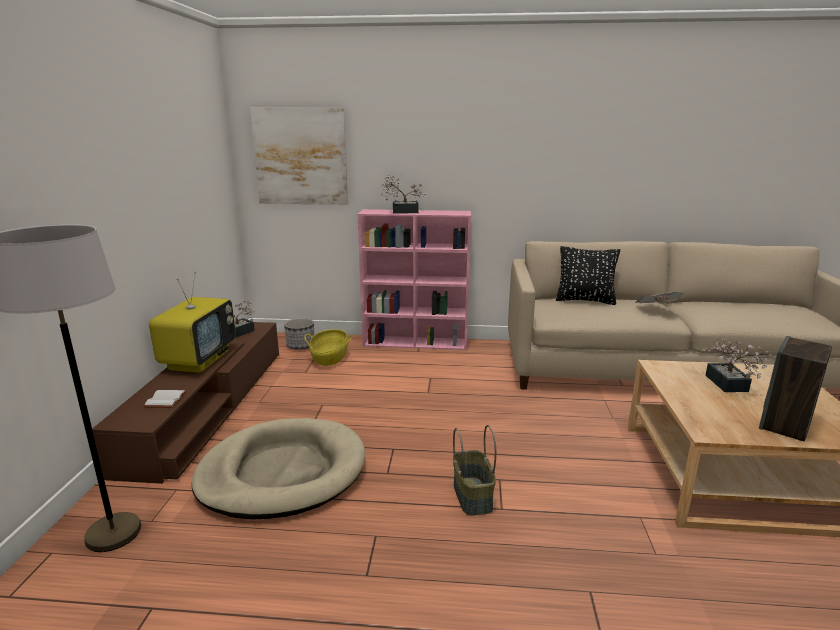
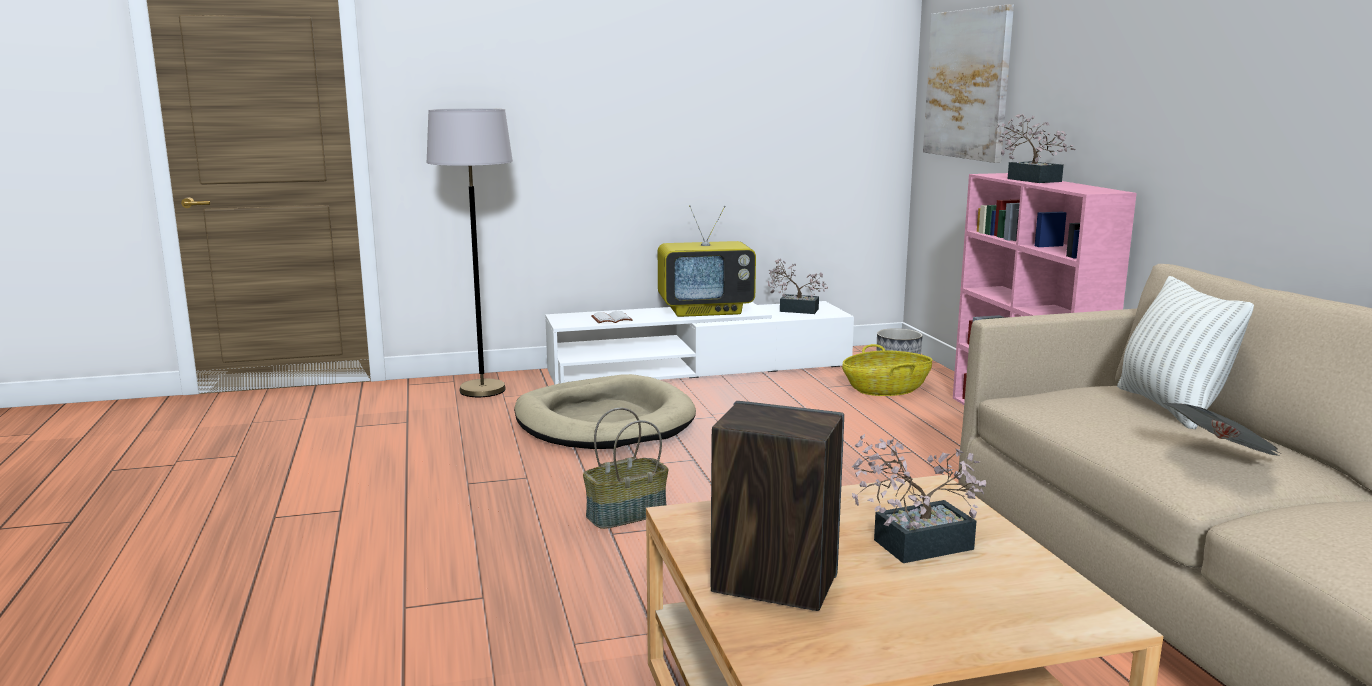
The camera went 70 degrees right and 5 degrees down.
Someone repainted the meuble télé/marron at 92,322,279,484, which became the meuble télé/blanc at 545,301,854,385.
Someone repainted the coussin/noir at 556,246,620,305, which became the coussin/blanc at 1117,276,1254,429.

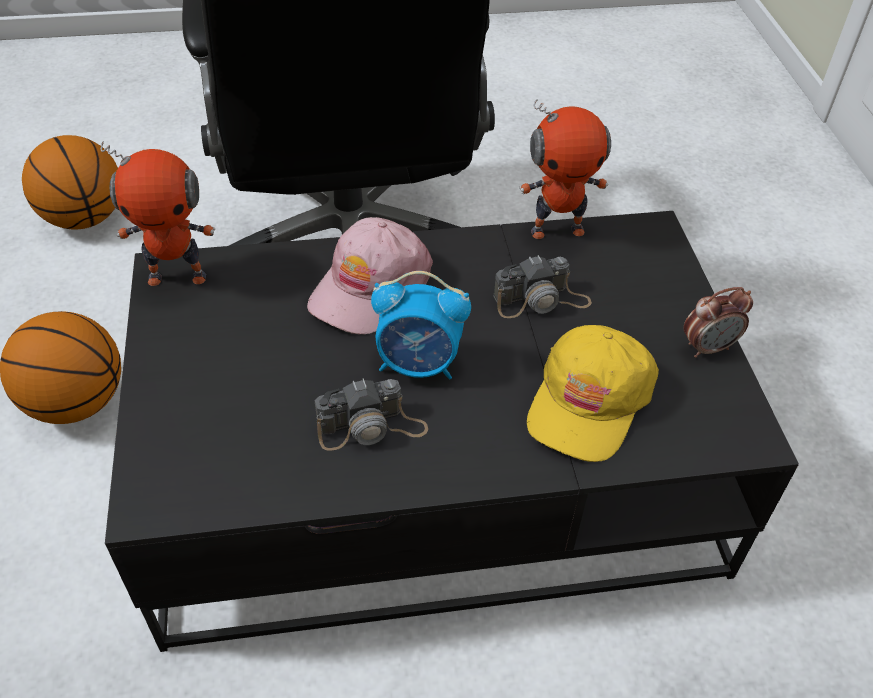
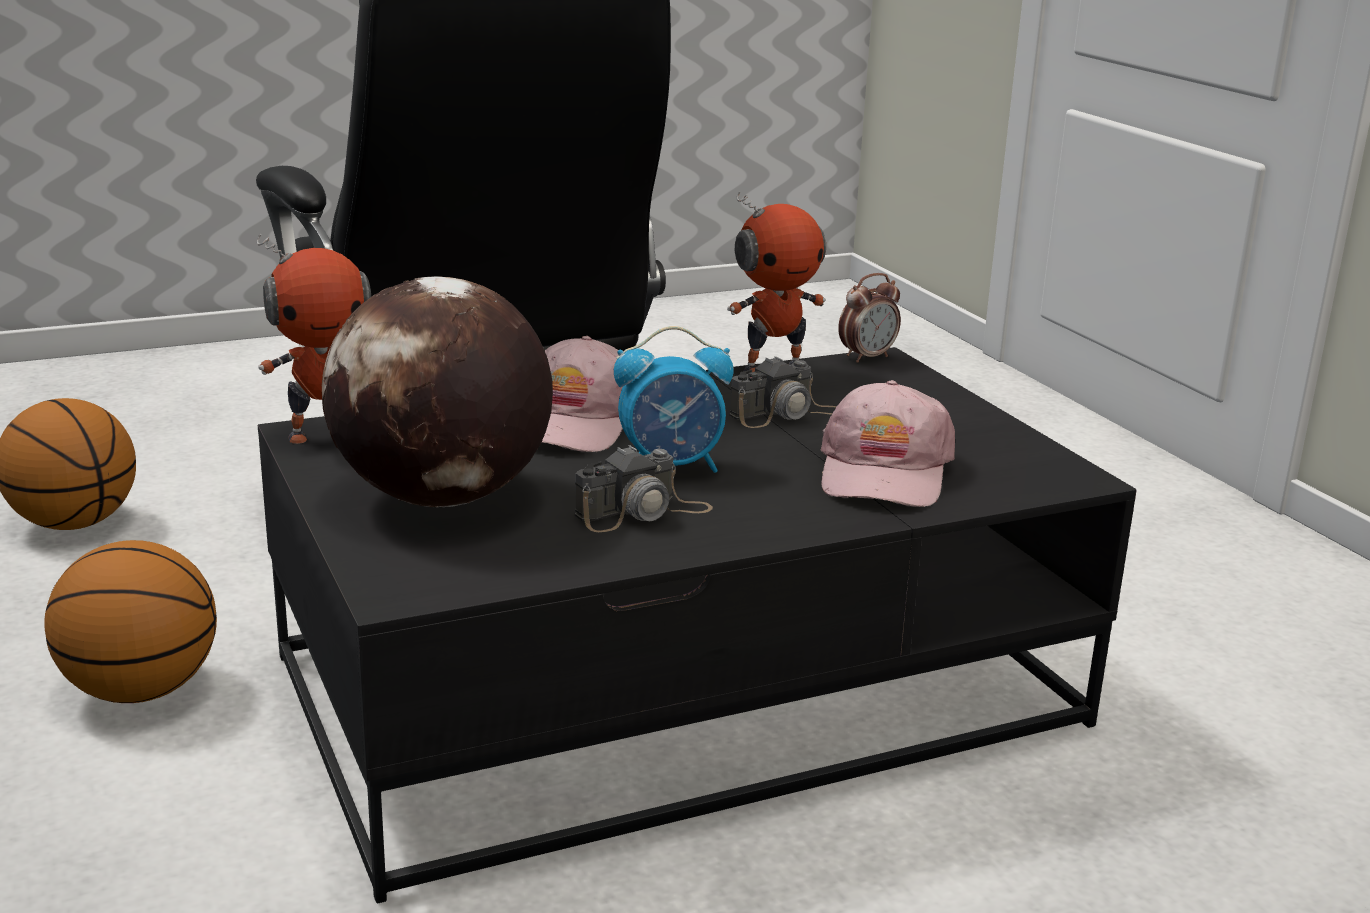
The camera went 15 degrees left and 25 degrees down.
Someone repainted the casquette/jaune at 527,325,659,462, which became the casquette/rose at 821,380,955,507.
Someone carried the réveil from 684,287,753,358 to 838,273,901,363.
Someone put down the globe at 322,276,553,507.

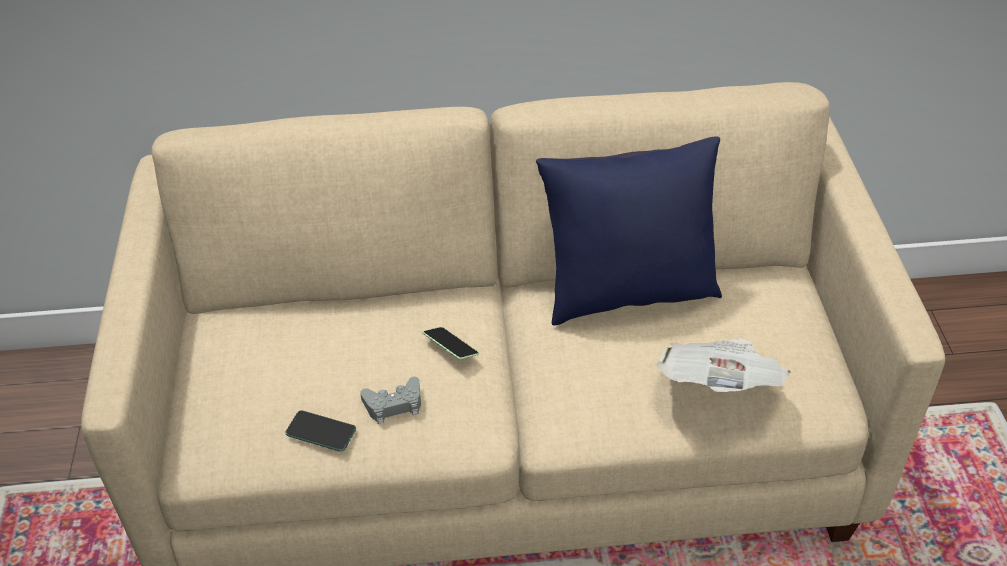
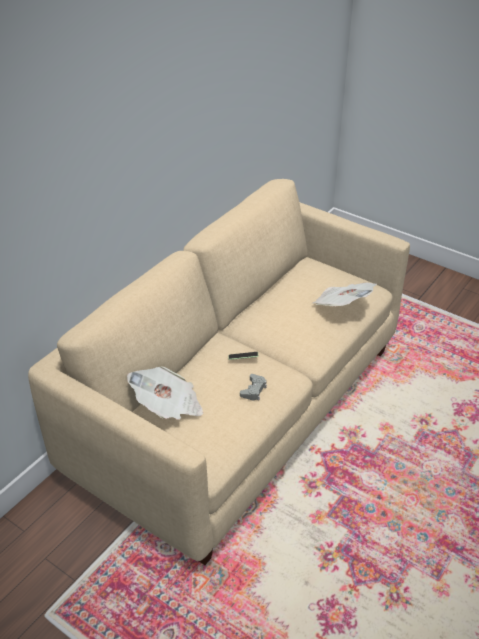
The camera went 50 degrees left and 5 degrees down.
Someone took away the téléphone at 285,410,356,452.
Someone took away the coussin/bleu at 536,137,722,326.
Someone put down the journal at 127,366,204,420.

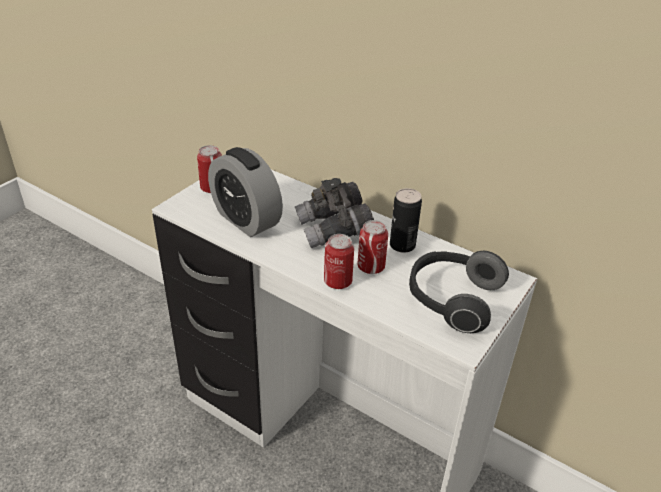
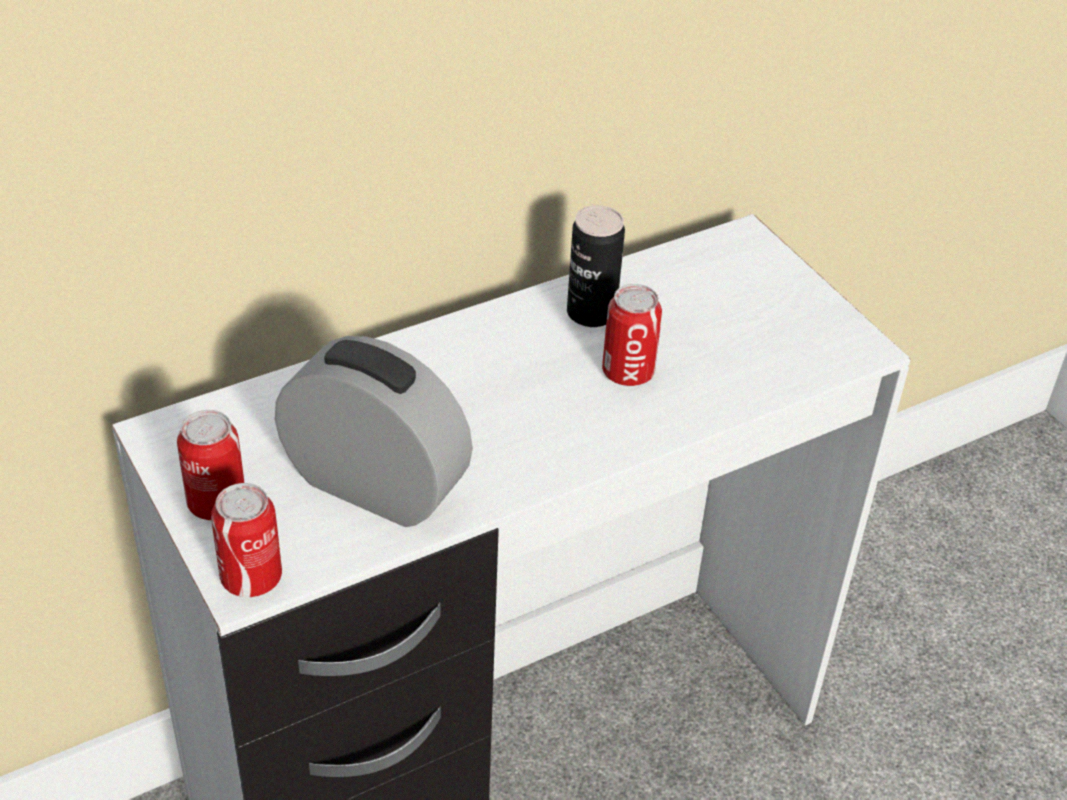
The camera went 65 degrees left and 5 degrees up.
Someone rotated the réveil at 208,147,283,237 by 135 degrees counterclockwise.
Someone took away the jumelles/gris at 295,178,374,248.
Someone carried the boîte métallique from 324,234,354,289 to 211,483,282,597.
Someone took away the casque audio at 409,251,509,333.

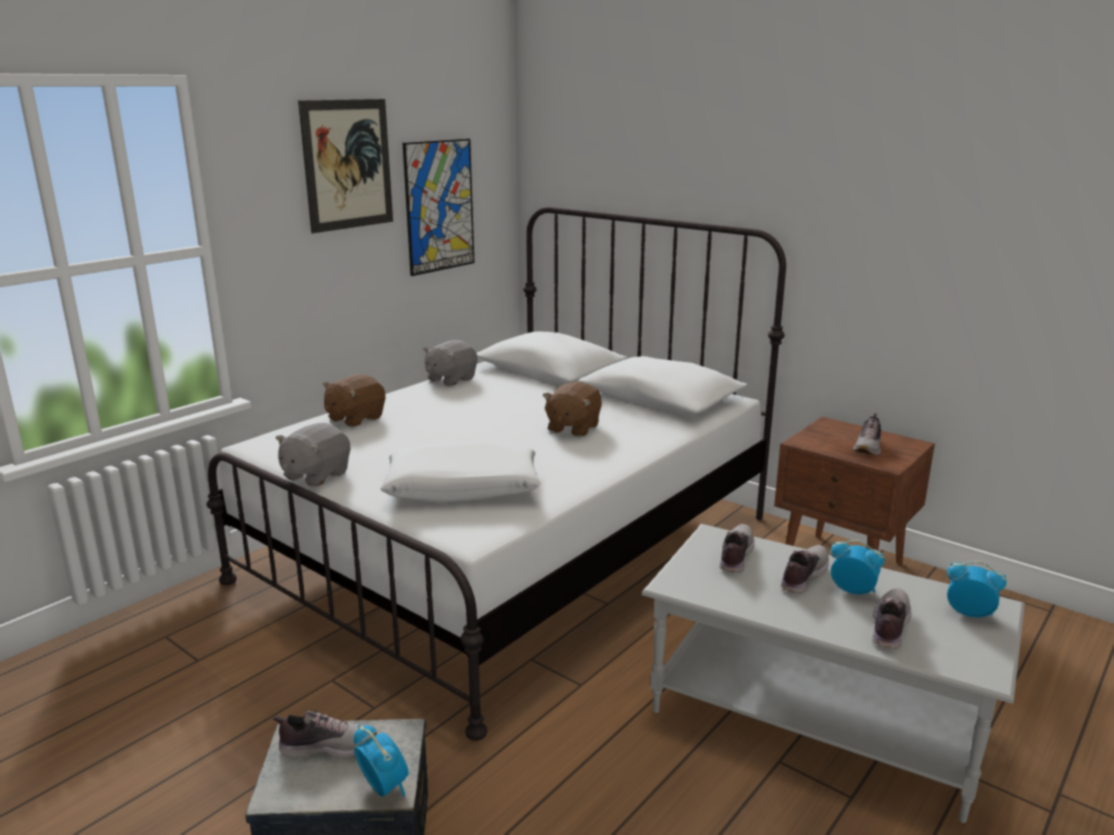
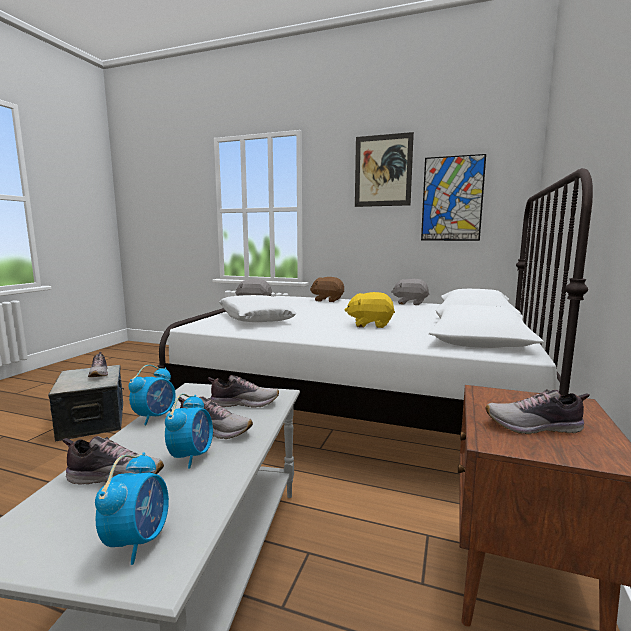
The camera went 70 degrees right and 10 degrees down.
Someone carried the réveil from 354,725,409,797 to 129,365,176,425.
Someone repainted the peluche/marron at 542,382,602,437, which became the peluche/jaune at 345,292,395,328.

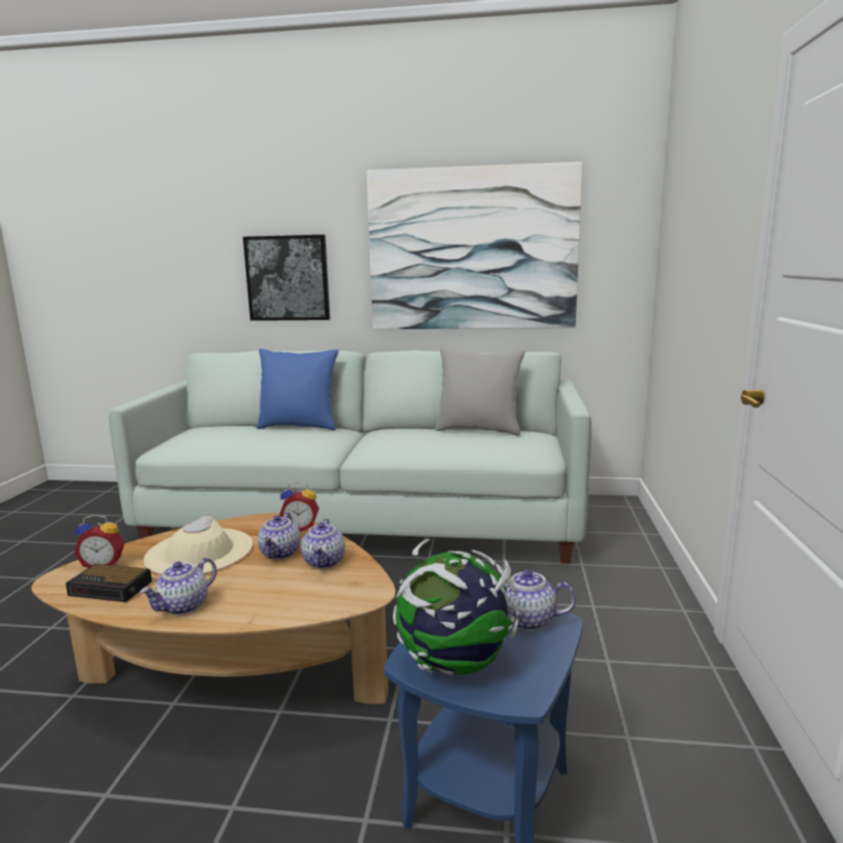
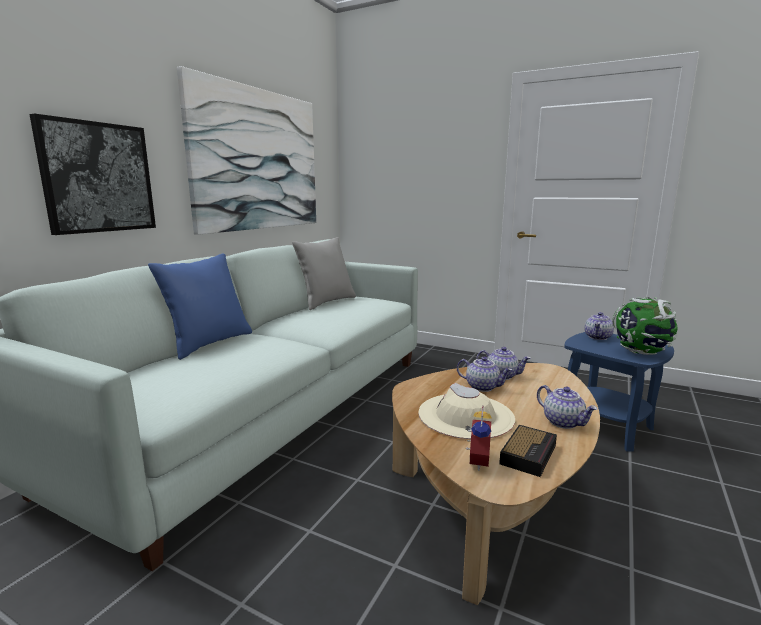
The camera went 70 degrees left and 0 degrees up.
Someone took away the réveil at 279,482,319,532.

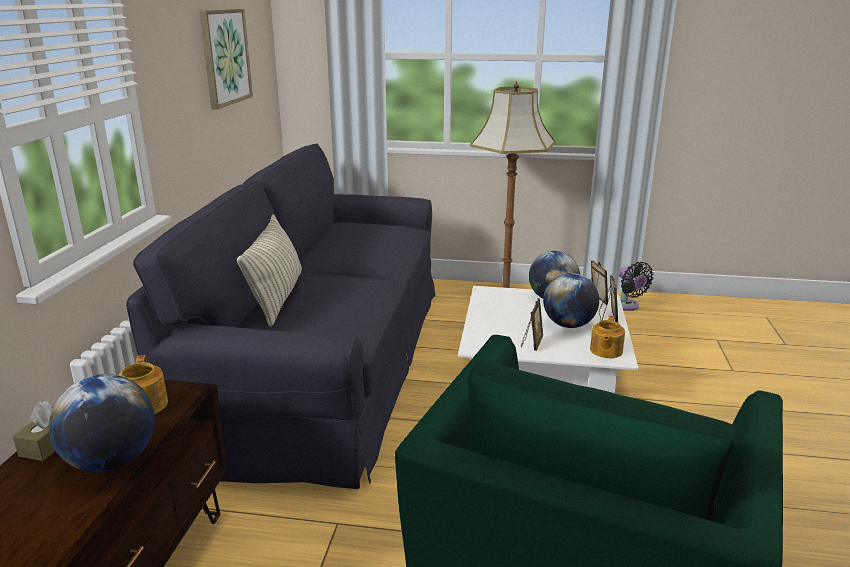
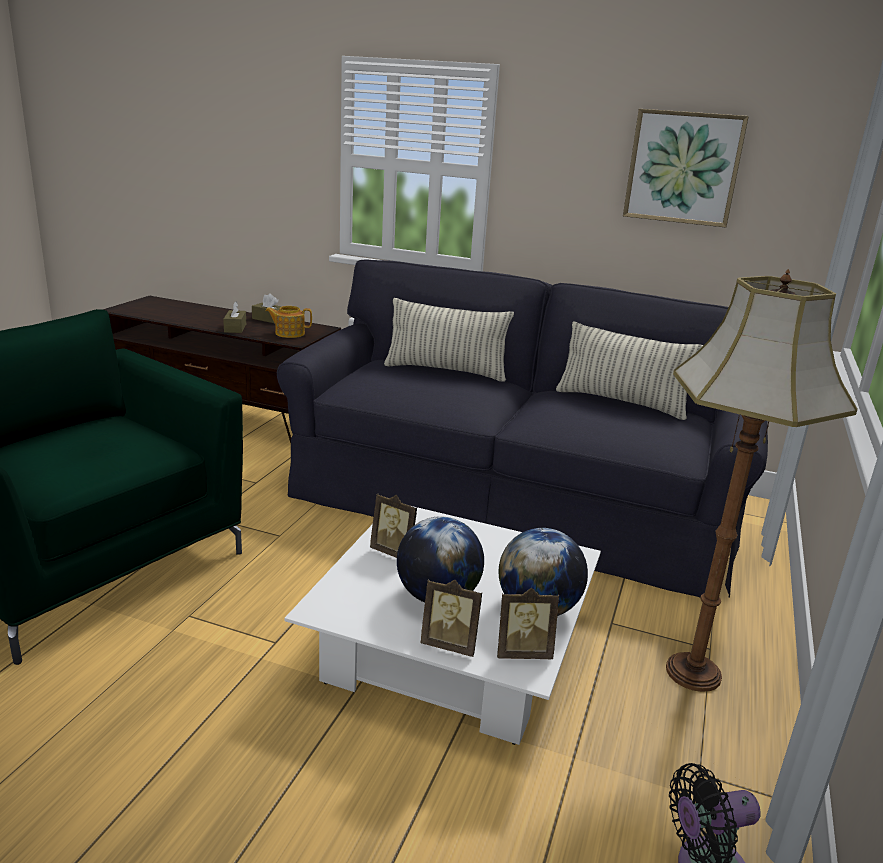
The camera went 100 degrees right and 0 degrees up.
Someone swapped the globe at 49,374,155,472 for the boîte à mouchoirs/marron at 223,301,246,333.
Someone took away the théière at 590,316,625,358.
Someone put down the coussin at 556,321,703,420.

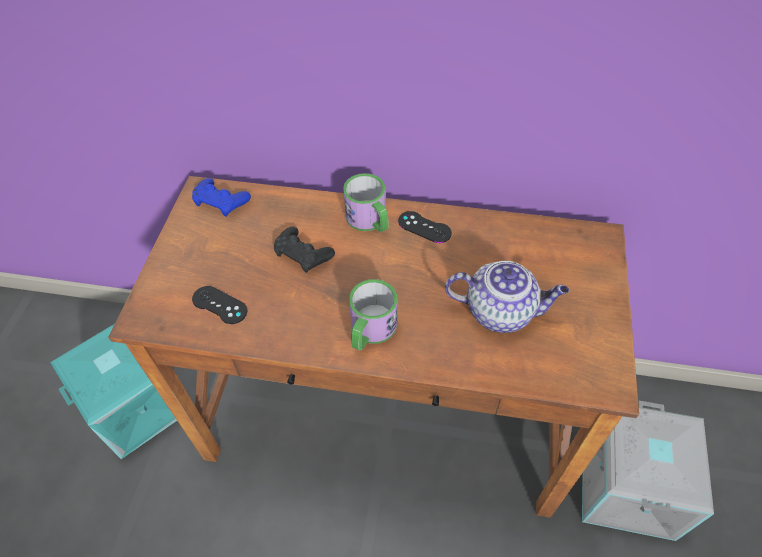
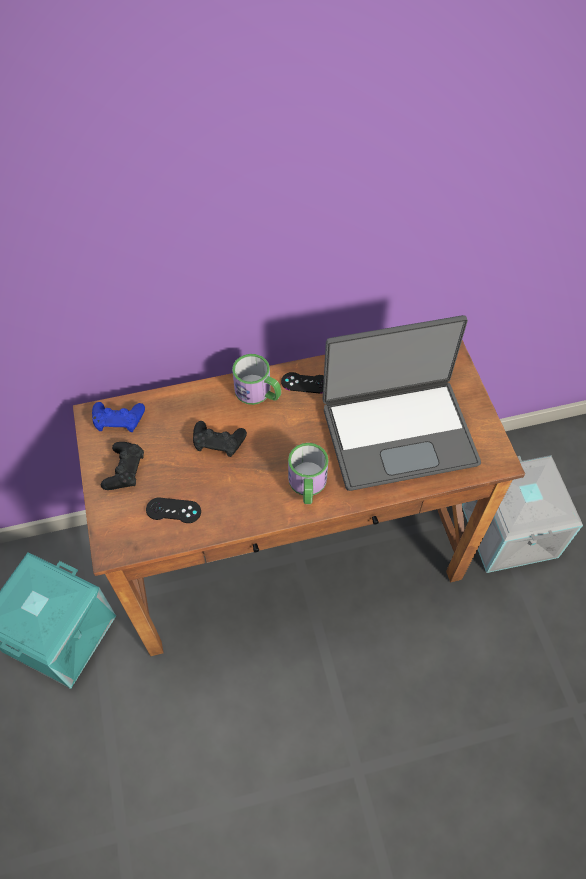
The camera went 25 degrees left and 5 degrees up.
Someone swapped the théière at 445,261,569,333 for the ordinateur portable at 322,315,481,491.
Someone put down the manette/noir at 101,442,144,490.

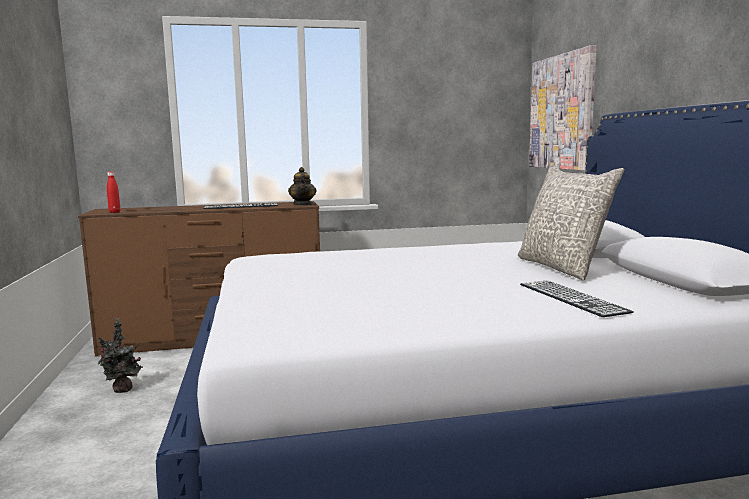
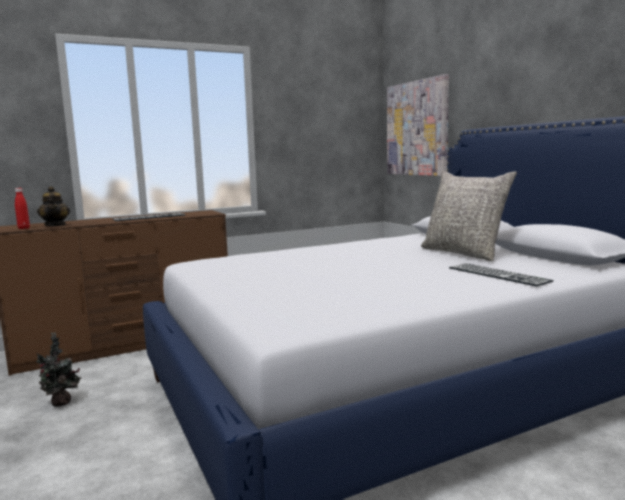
The camera went 15 degrees left and 0 degrees up.
Someone carried the théière from 288,167,316,205 to 37,186,70,226.

